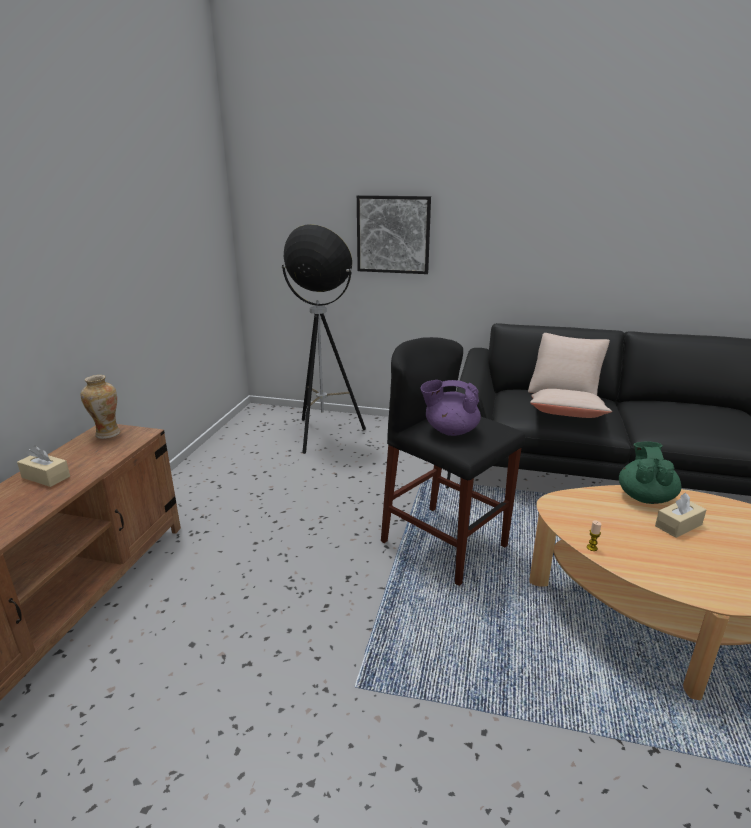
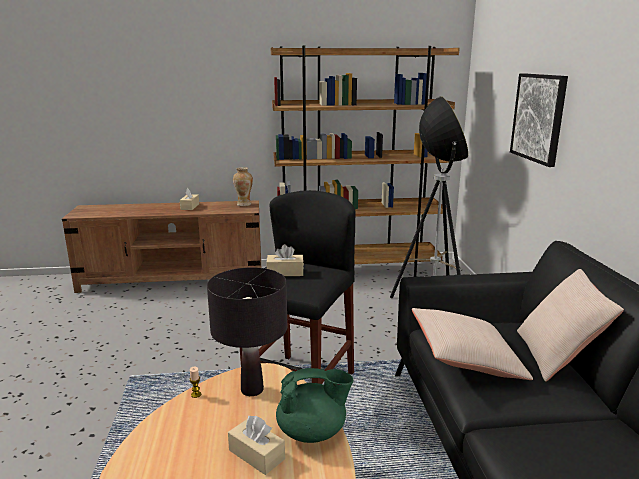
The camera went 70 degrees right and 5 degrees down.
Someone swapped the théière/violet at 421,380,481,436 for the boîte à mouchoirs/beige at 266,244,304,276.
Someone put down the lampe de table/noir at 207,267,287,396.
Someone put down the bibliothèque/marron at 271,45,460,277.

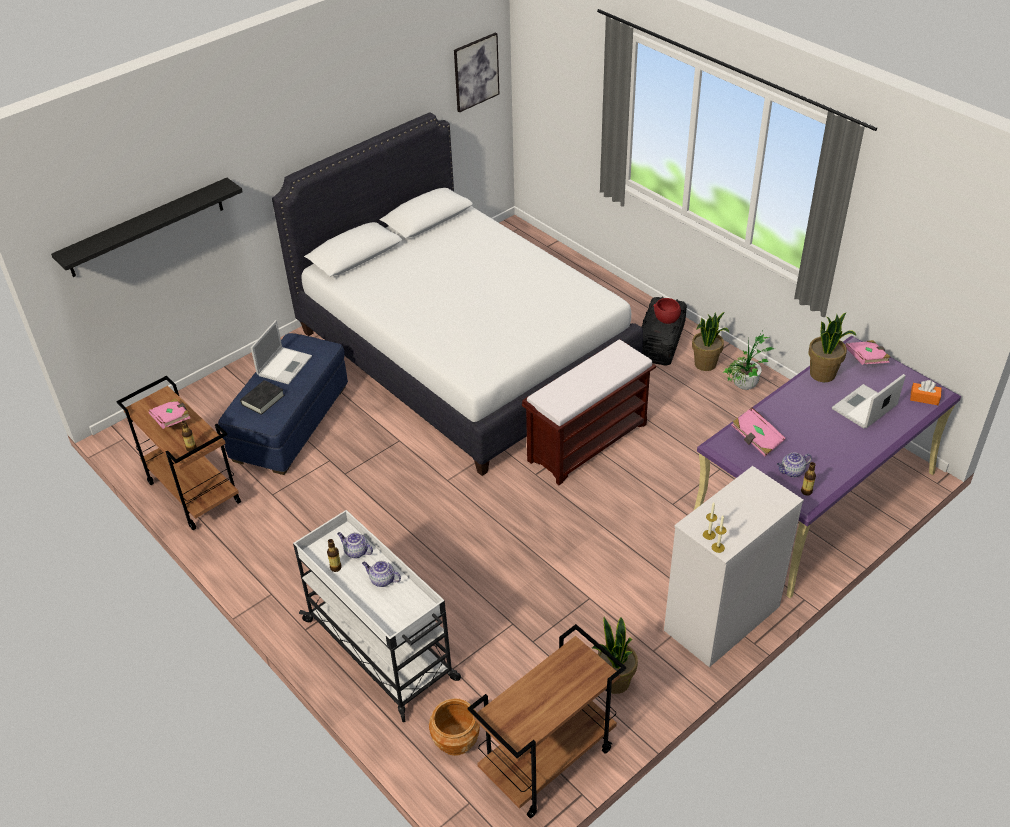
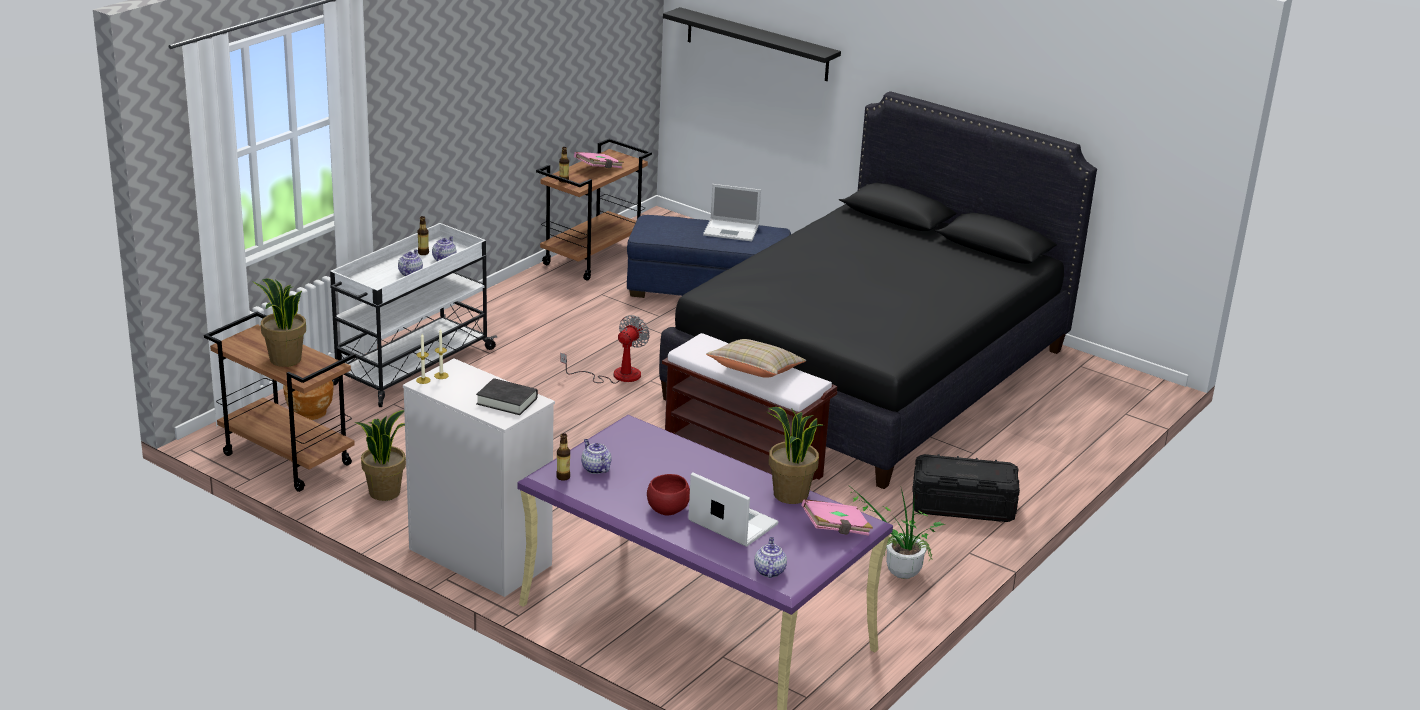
The camera went 75 degrees right and 15 degrees down.
Someone carried the livre/noir from 240,380,285,415 to 476,378,538,415.
Someone repainted the lit/blanc at 272,112,643,476, which became the lit/noir at 659,91,1097,489.
Someone took away the tableau at 454,32,499,113.
Someone carried the bol/rouge from 653,298,681,324 to 647,474,690,515.
Someone carried the plante en pot from 692,312,729,371 to 252,279,306,367.
Someone took away the livre/rose at 731,407,786,456.
Someone swapped the boîte à mouchoirs/orange at 910,380,942,405 for the théière at 754,537,787,578.
Someone put down the ventilateur at 560,315,650,384.
Someone put down the coussin/beige at 706,339,806,378.

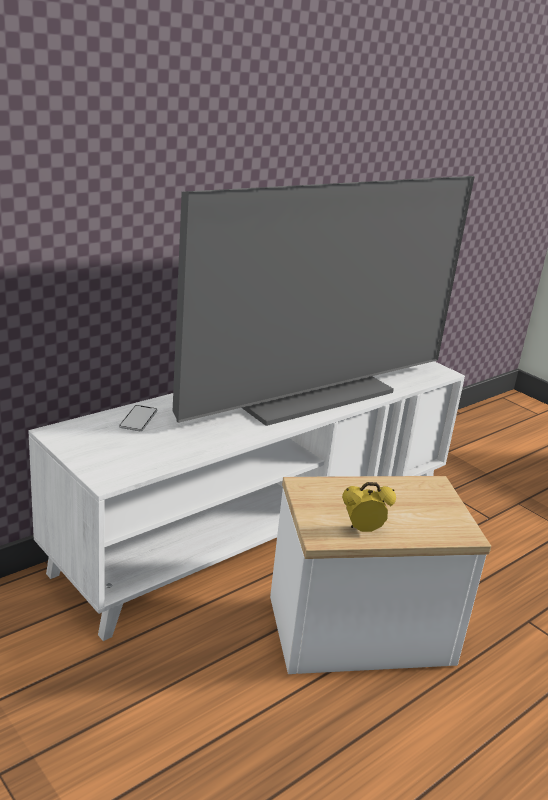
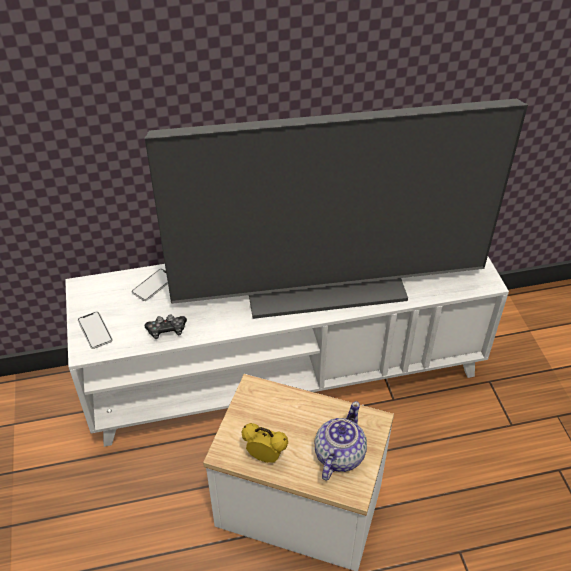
The camera went 30 degrees right and 20 degrees up.
Someone put down the téléphone at 78,312,113,349.
Someone put down the manette at 144,314,187,339.
Someone put down the théière at 315,401,367,481.

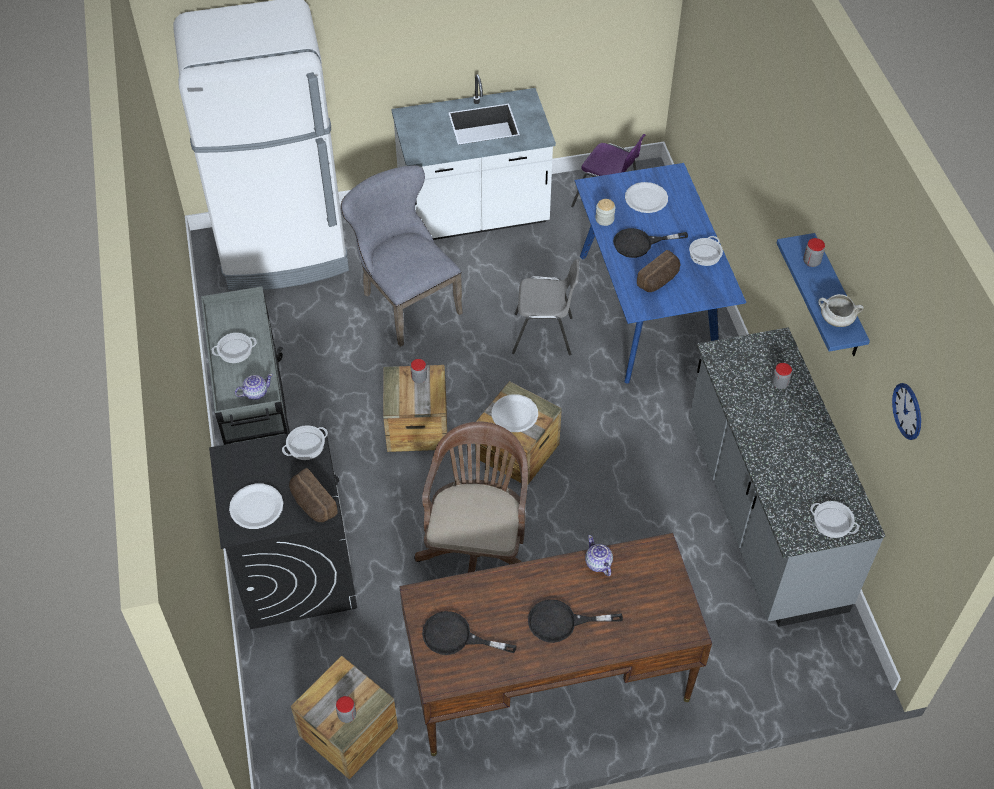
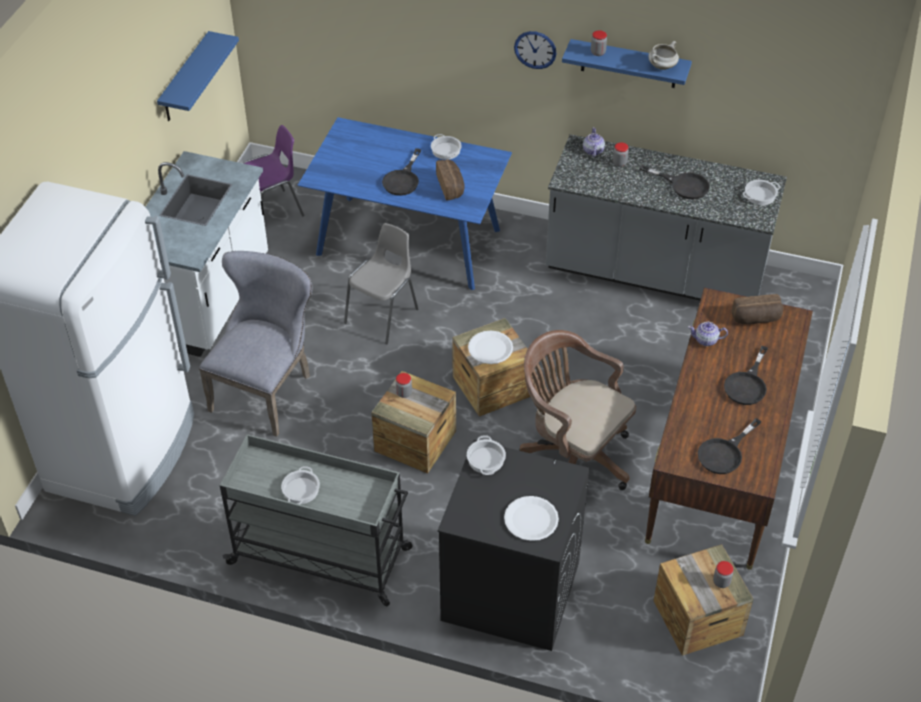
The camera went 60 degrees left and 5 degrees down.
Someone carried the théière from 235,374,273,400 to 583,127,605,157.
Someone carried the pain from 289,468,338,522 to 732,294,783,324.
Someone rotated the chaise/gris at 341,165,463,347 by 120 degrees clockwise.
Someone took away the bocal at 595,199,615,226.
Someone took away the assiette/blanc at 625,182,668,213.
Someone carried the horloge murale from 892,383,921,440 to 514,31,557,69.
Someone put up the étagère/bleu at 157,31,239,121.
Someone put down the poêle/noir at 639,165,710,200.

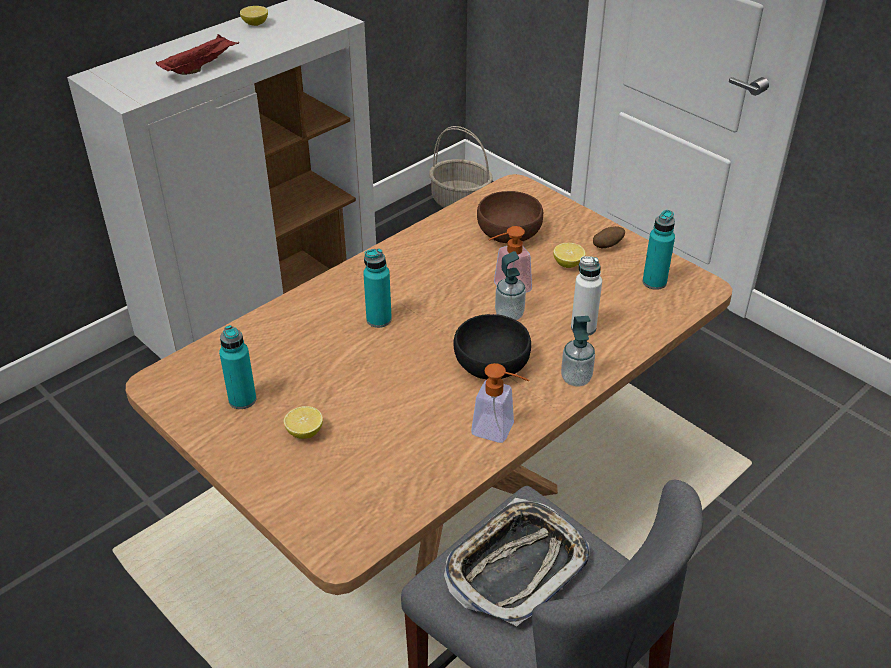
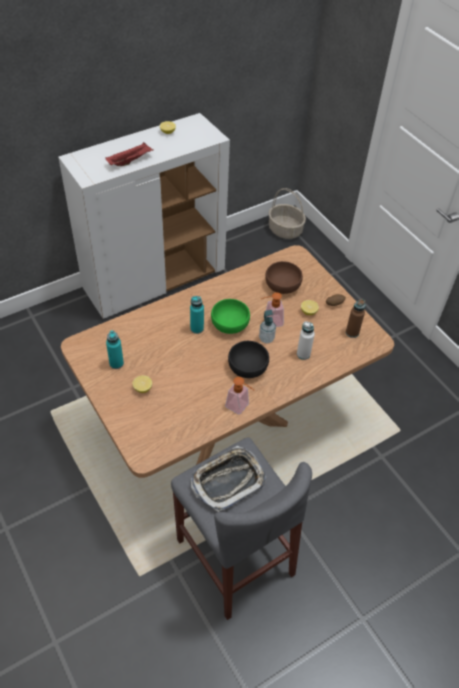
The camera went 10 degrees right and 10 degrees up.
Someone took away the distributeur de savon at 561,316,595,387.
Someone repainted the bouteille/turquoise at 643,210,675,290, which became the bouteille/marron at 346,299,365,338.
Someone put down the bol/vert at 211,299,250,334.

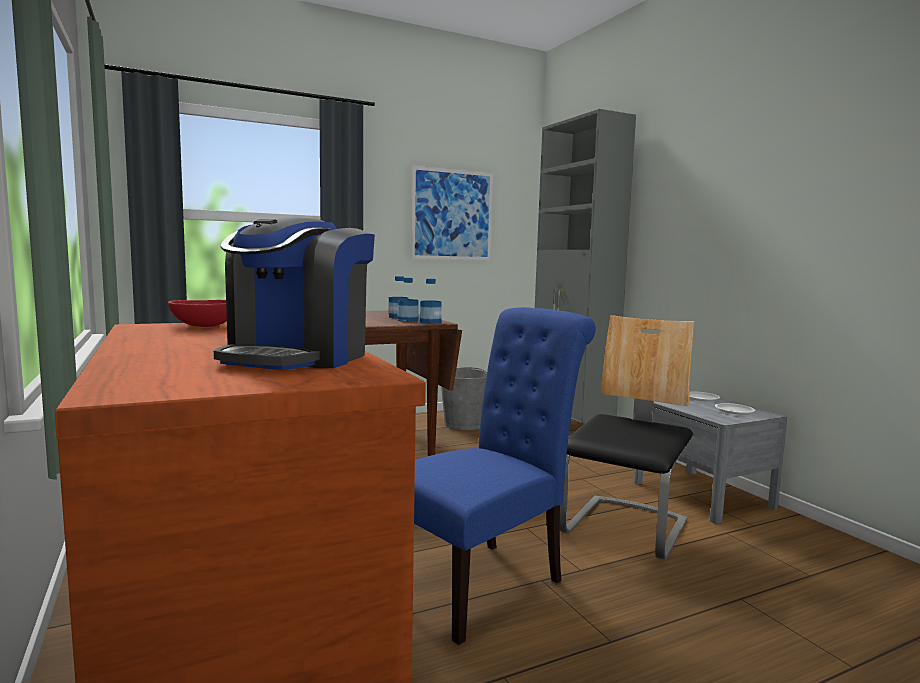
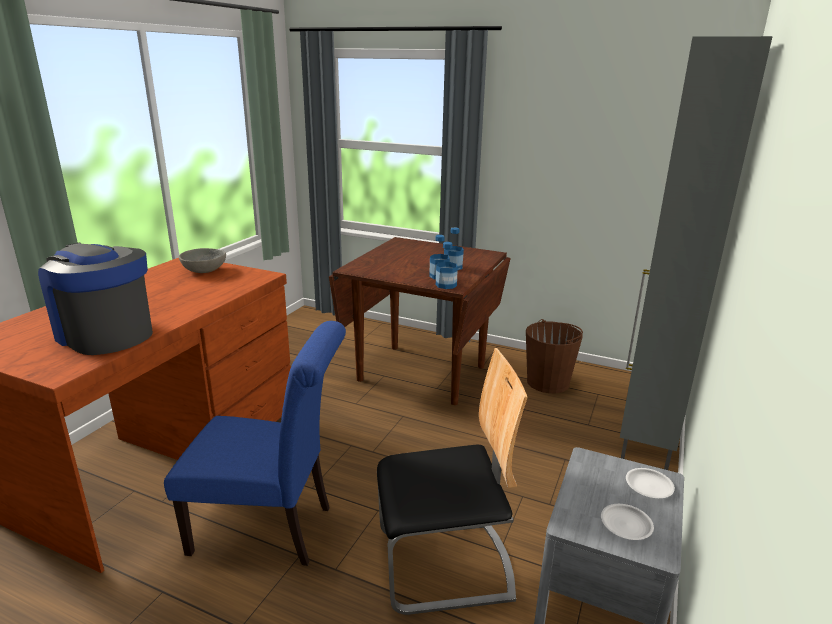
The camera went 50 degrees right and 15 degrees up.
Someone repainted the bol/rouge at 168,300,227,327, which became the bol/gris at 178,248,226,273.
Someone rotated the machine à café at 214,218,375,370 by 60 degrees clockwise.
Someone took away the tableau at 411,166,493,261.
Someone repainted the seau/gris at 441,367,487,430, which became the seau/marron at 526,319,583,393.

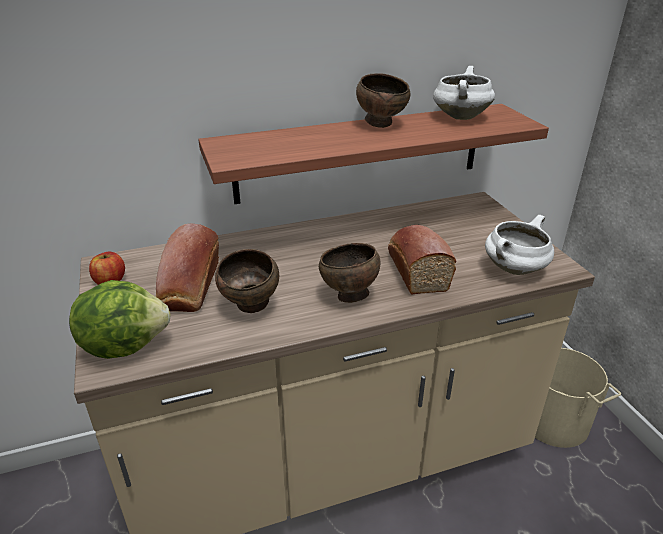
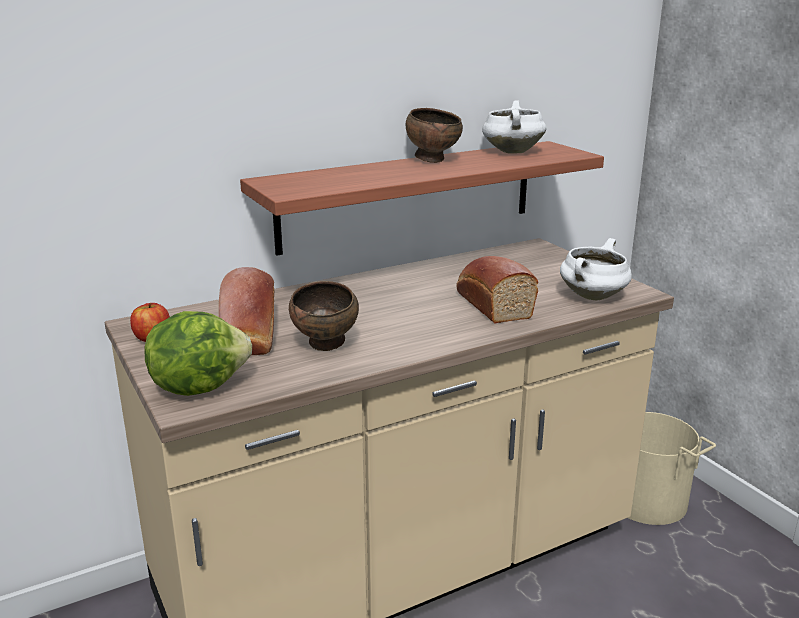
The camera went 10 degrees left and 10 degrees down.
Someone took away the bol/marron at 319,243,381,303.

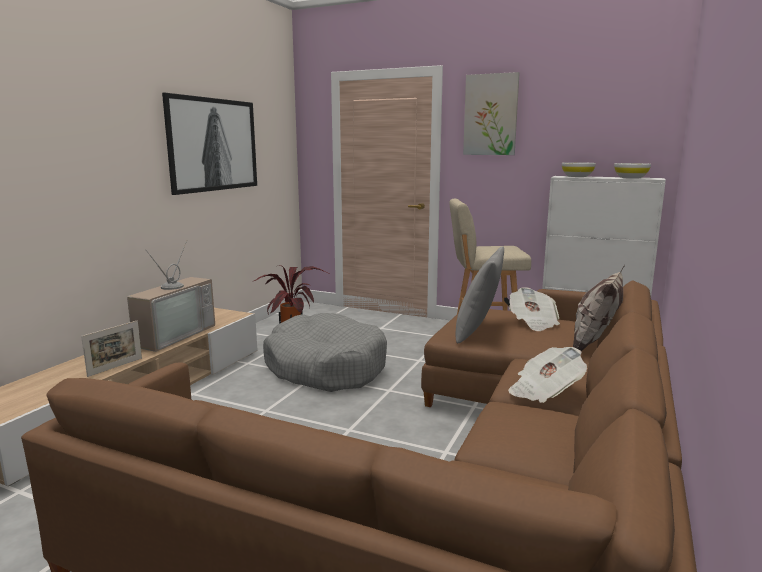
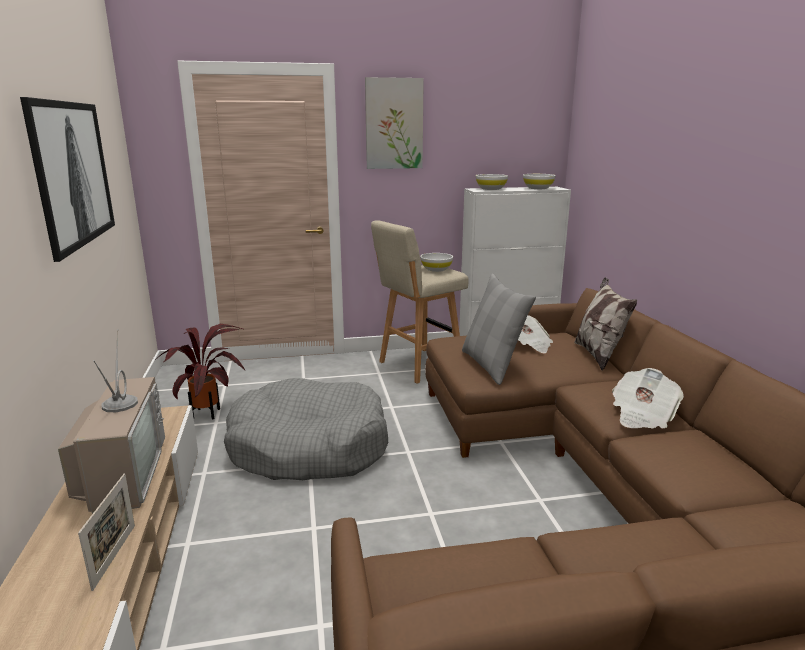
The camera went 35 degrees left and 5 degrees up.
Someone put down the bol/blanc at 420,253,453,272.

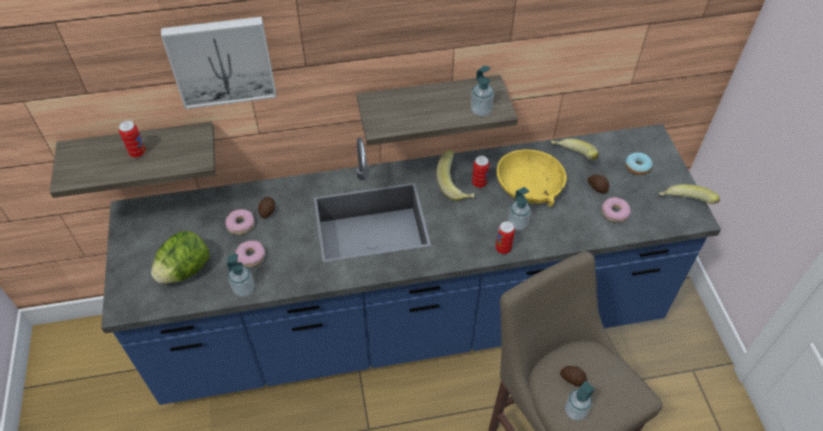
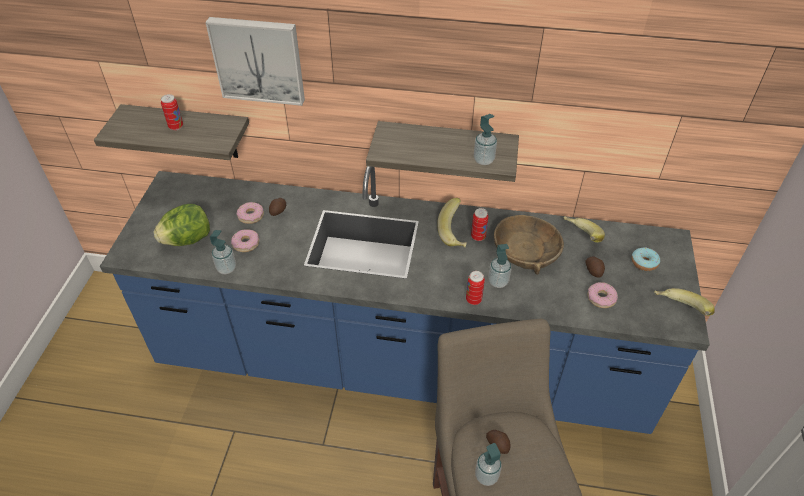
The camera went 20 degrees right and 5 degrees down.
Someone repainted the bol/jaune at 497,149,567,207, which became the bol/marron at 494,215,564,275.

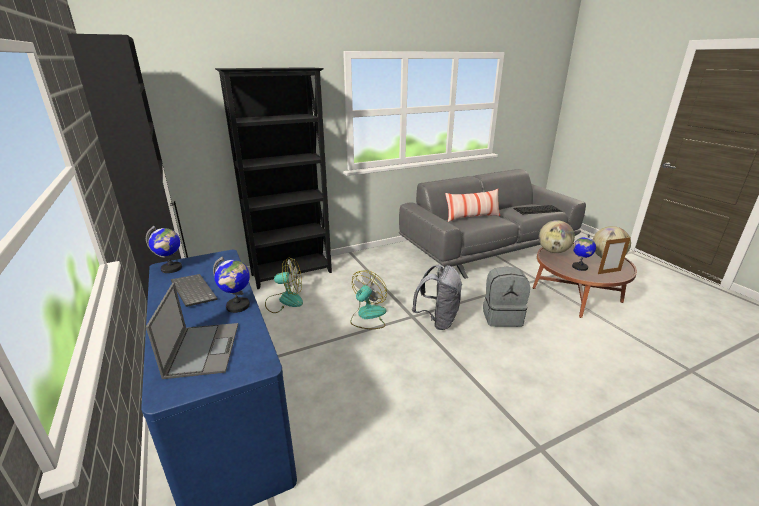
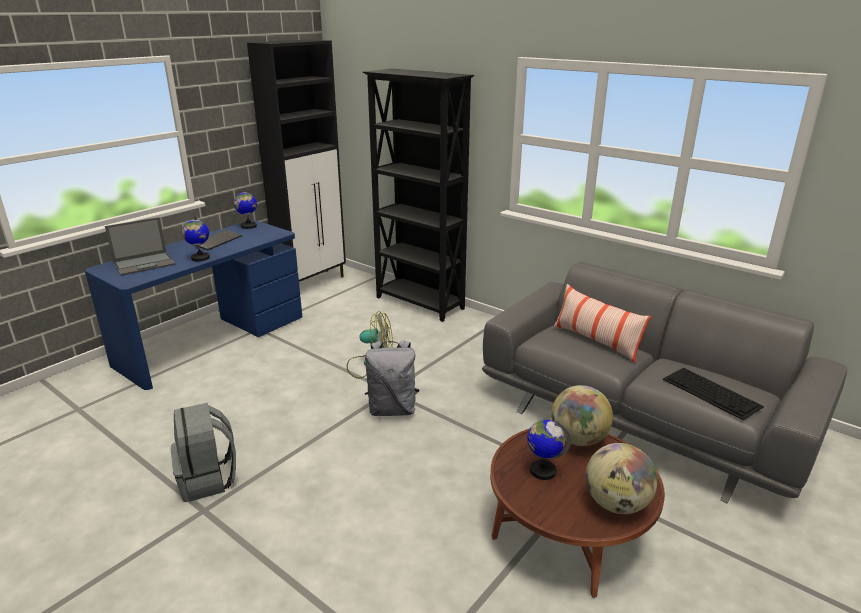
The camera went 65 degrees right and 0 degrees up.
Someone took away the ventilateur at 265,258,303,313.
Someone carried the sac à dos/gris from 483,267,530,327 to 171,403,236,502.
Someone took away the cadre photo at 598,237,631,274.

